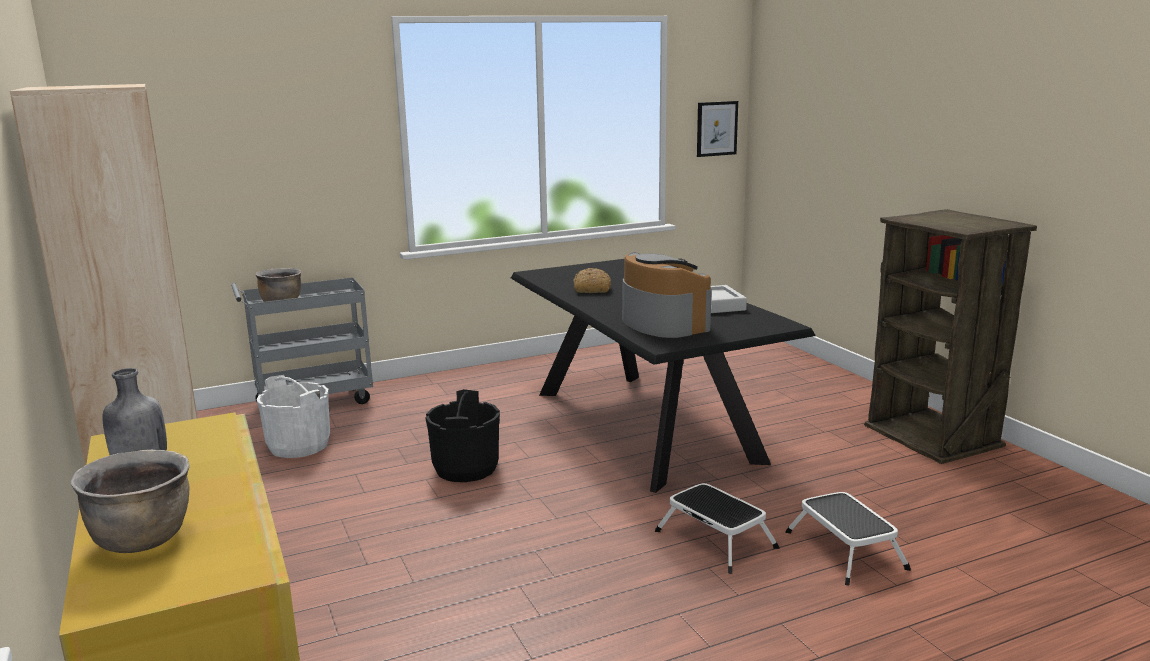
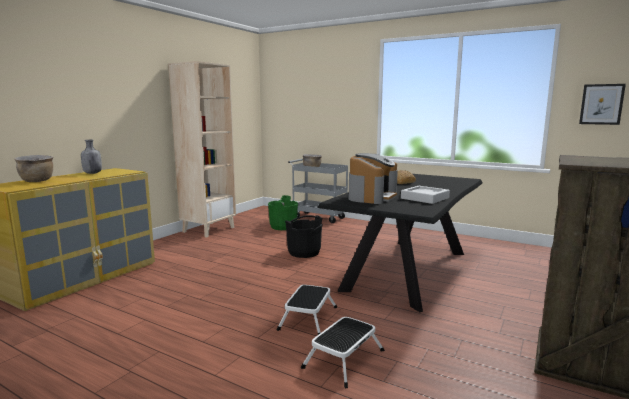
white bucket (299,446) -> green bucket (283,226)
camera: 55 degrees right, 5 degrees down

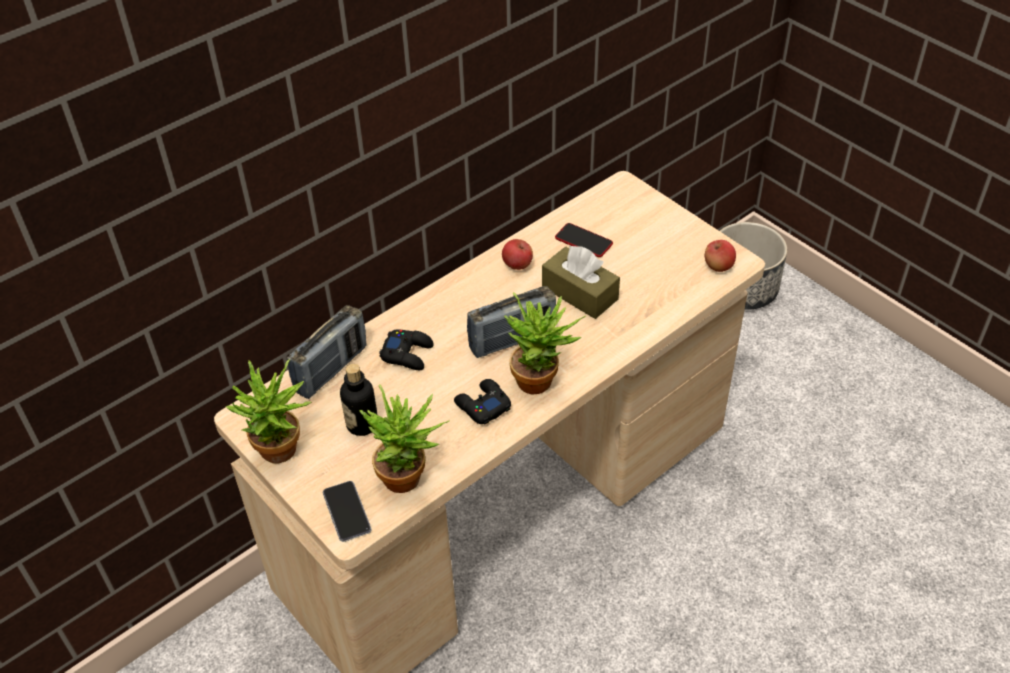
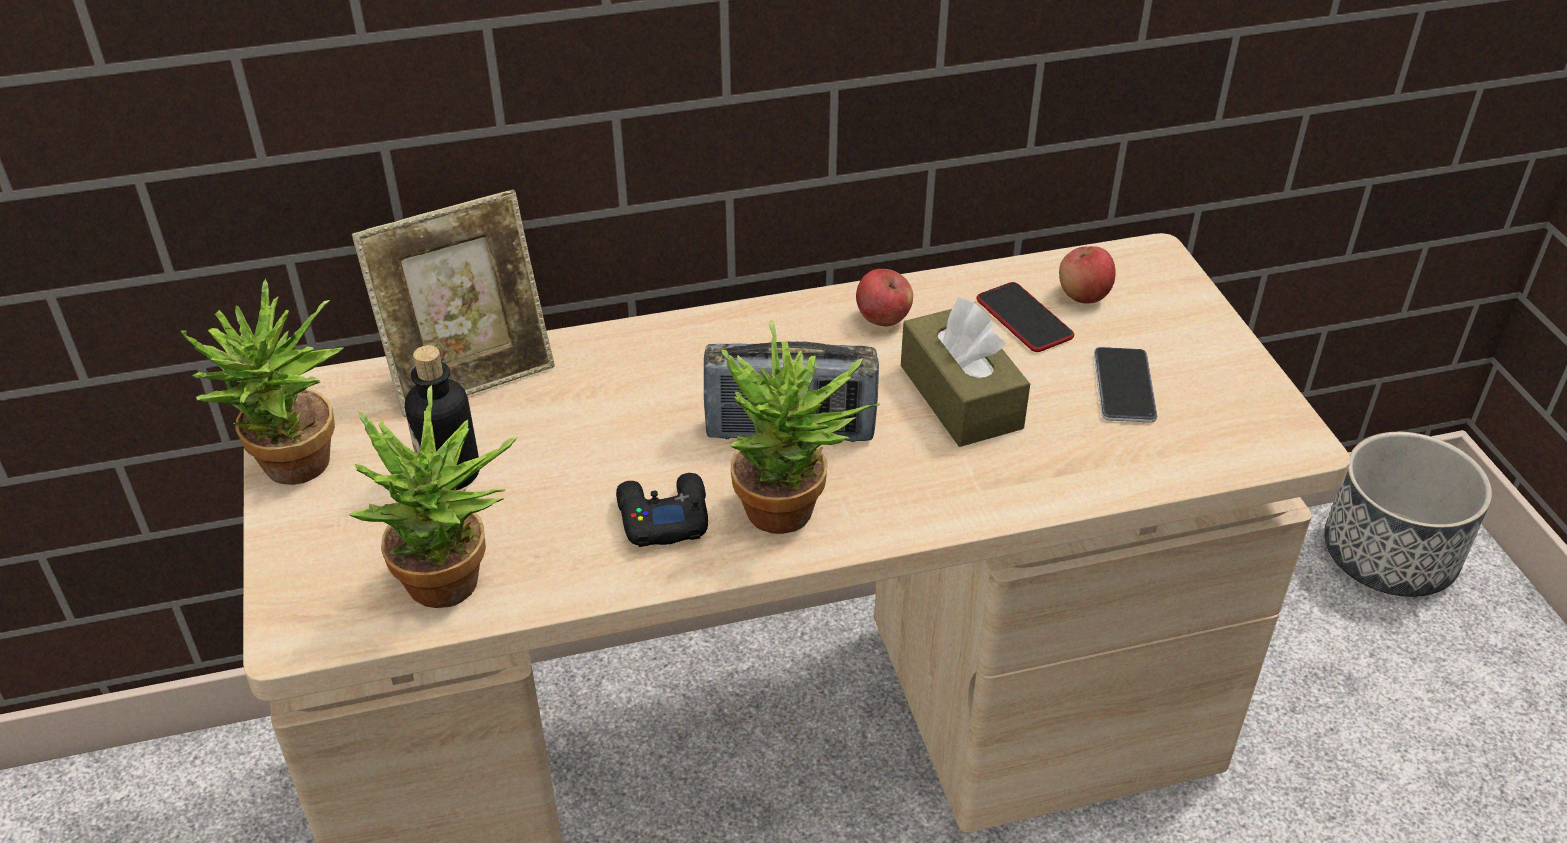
apple (718,266) -> apple (1083,295), moved
radio (331,369) -> picture frame (471,374)
black game controller (407,354) -> none
phone (346,512) -> phone (1124,386), moved
camera: 25 degrees right, 5 degrees down

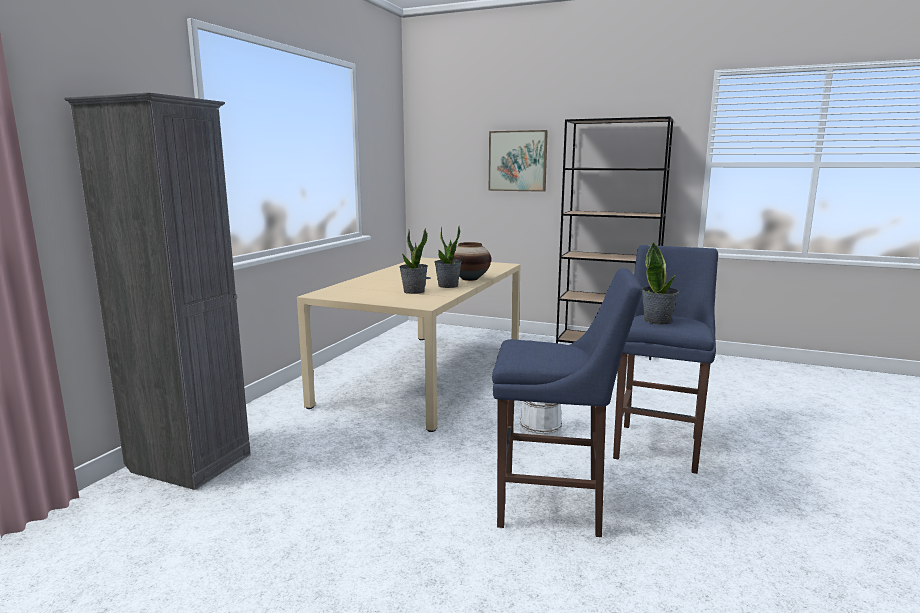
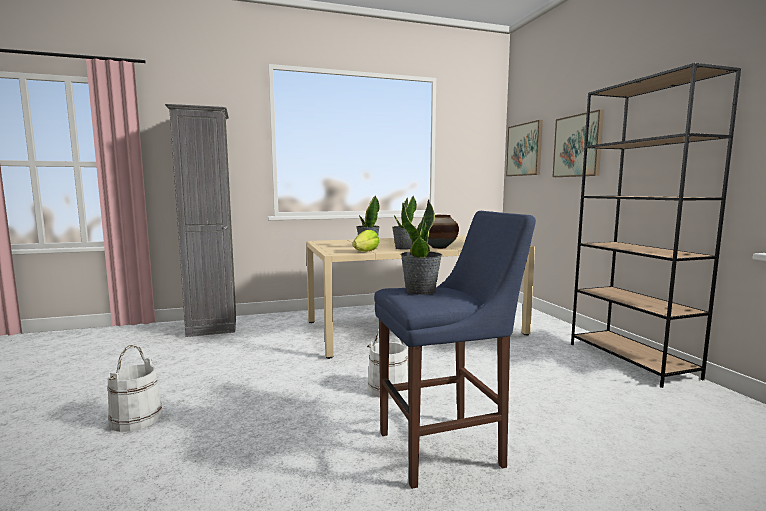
blue stool (556,506) -> none
none -> picture (524,149)
none -> lettuce (366,252)
none -> white bucket (136,418)
camera: 50 degrees right, 5 degrees down

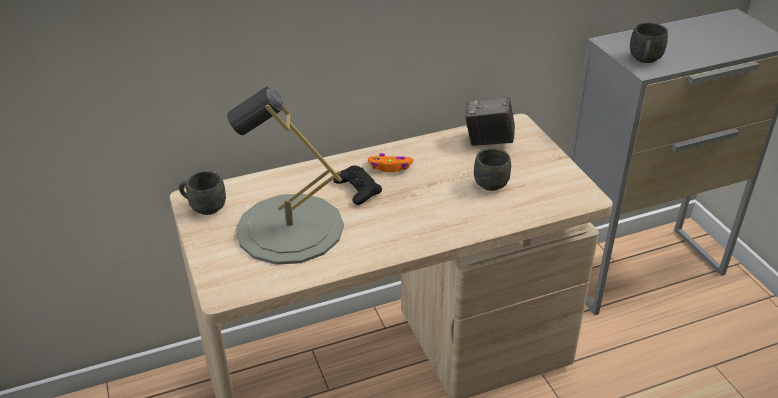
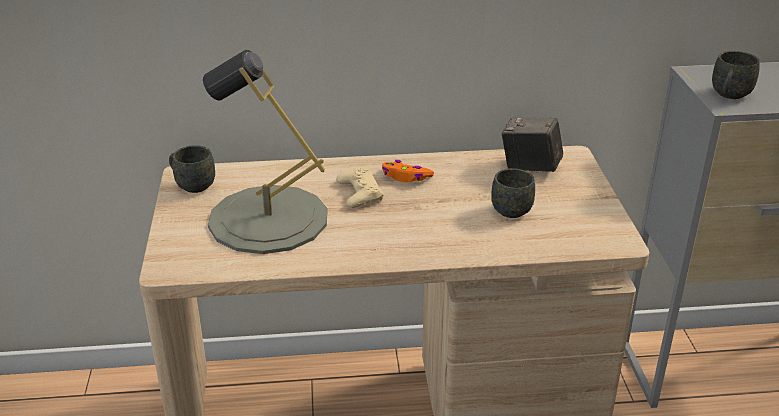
black game controller (357,189) -> beige game controller (359,193)
camera: 15 degrees right, 5 degrees down

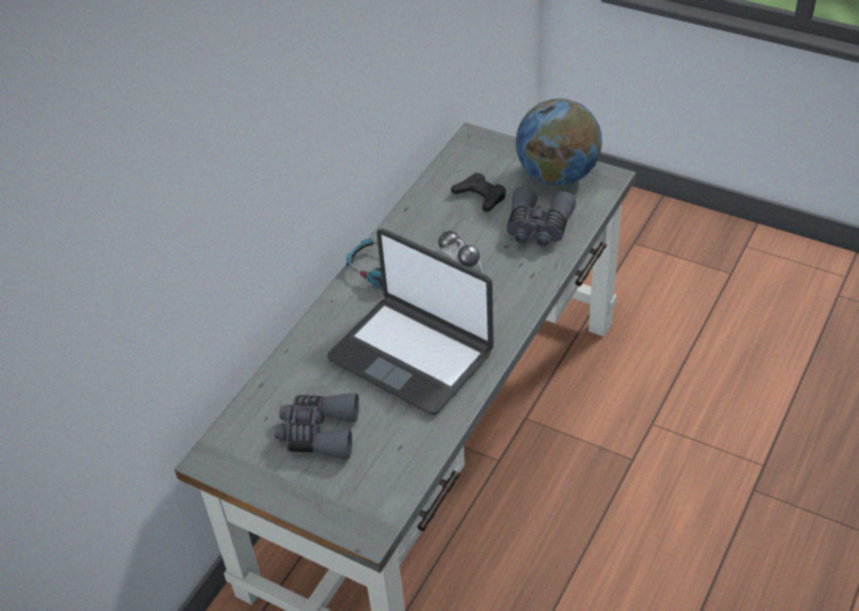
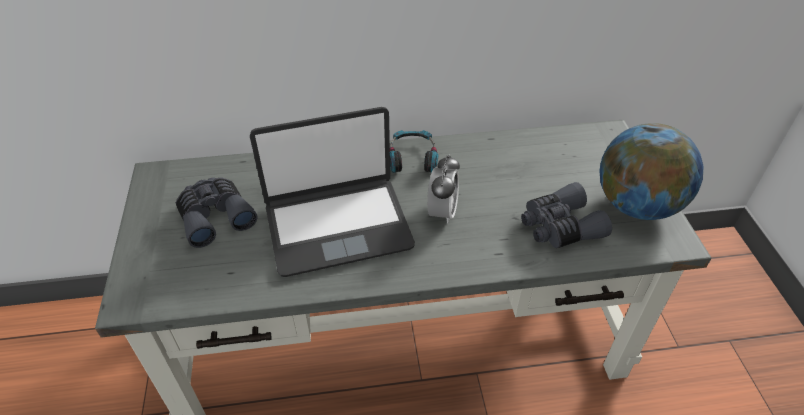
black game controller (480,196) -> none
laptop (411,354) -> laptop (337,225), 105 degrees counterclockwise
camera: 50 degrees right, 0 degrees up

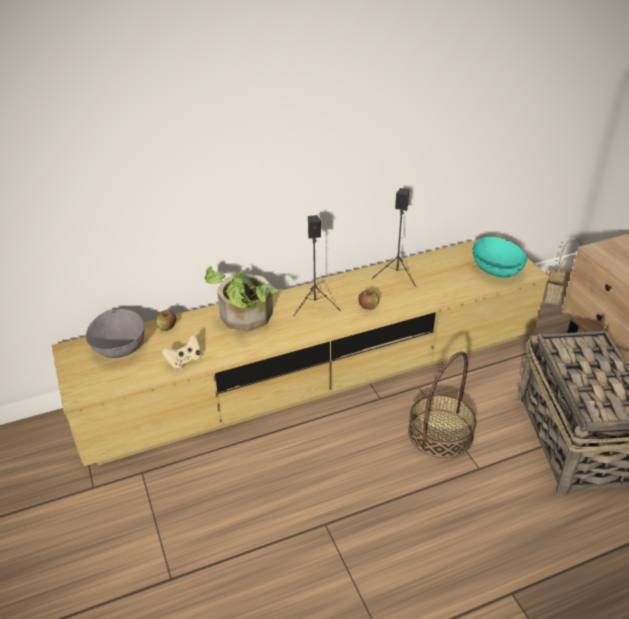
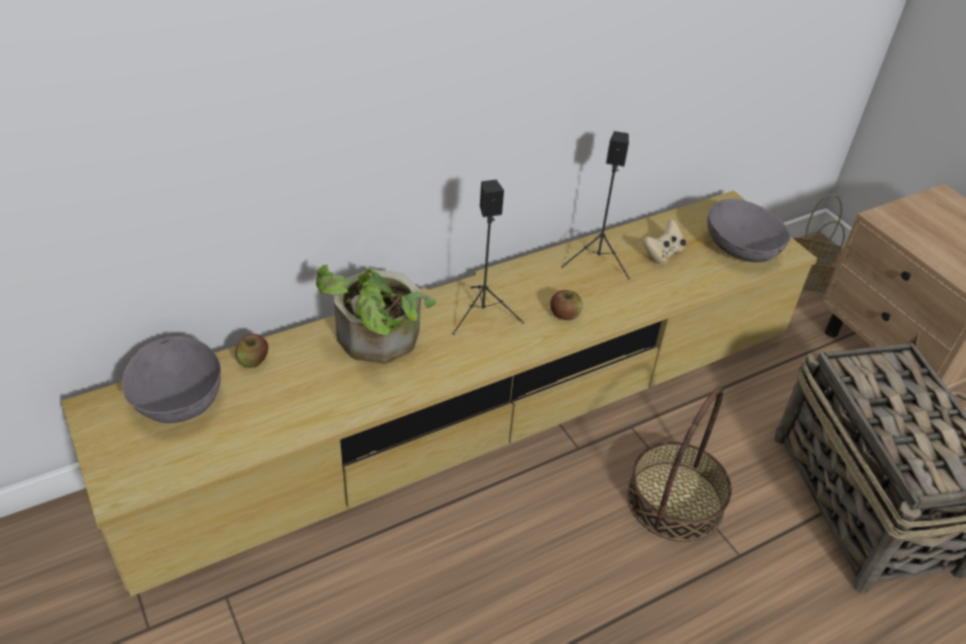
turquoise bowl (497,270) -> grey bowl (741,250)
beige game controller (184,361) -> beige game controller (662,254), moved
camera: 10 degrees left, 5 degrees up

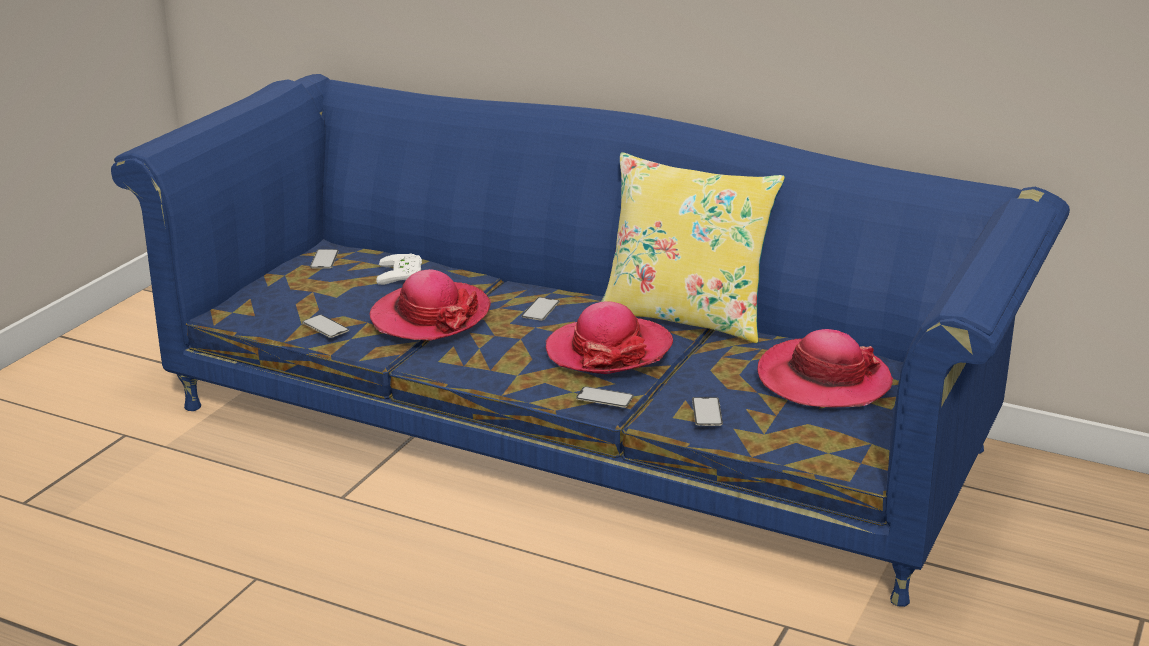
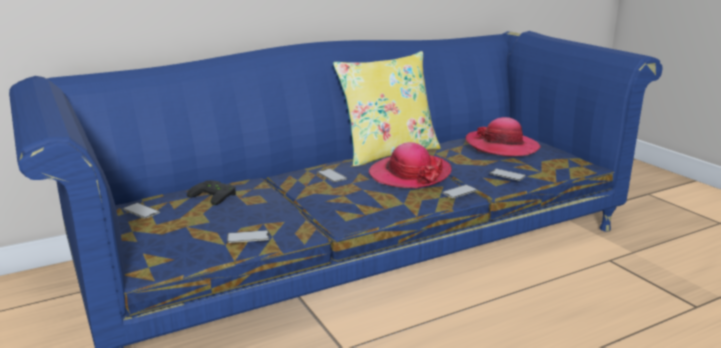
white game controller (404,274) -> black game controller (215,195)
hat (430,316) -> none
camera: 55 degrees left, 5 degrees down

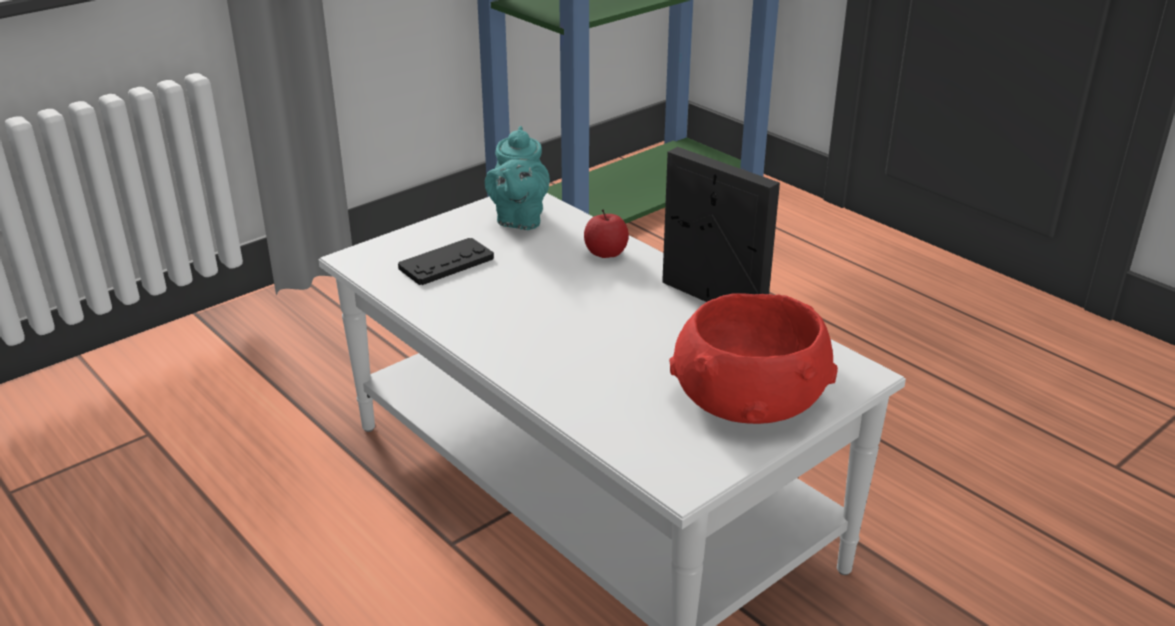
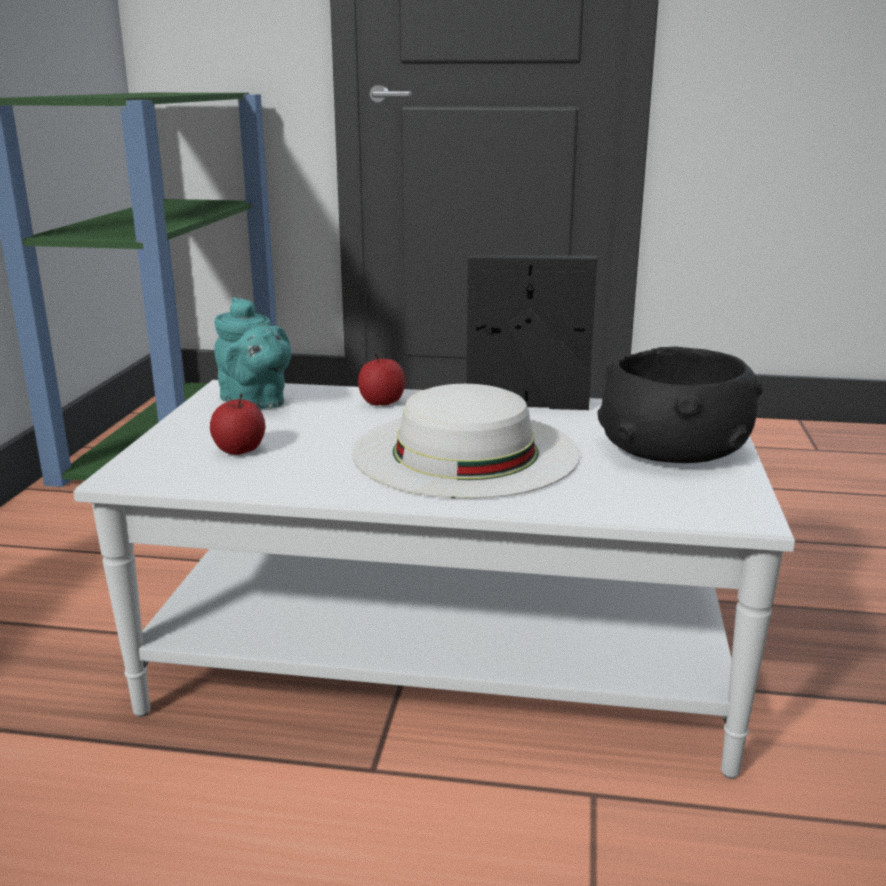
black game controller (446,263) -> apple (240,450)
red bowl (749,397) -> black bowl (675,448)
none -> white hat (465,452)
camera: 40 degrees left, 10 degrees down

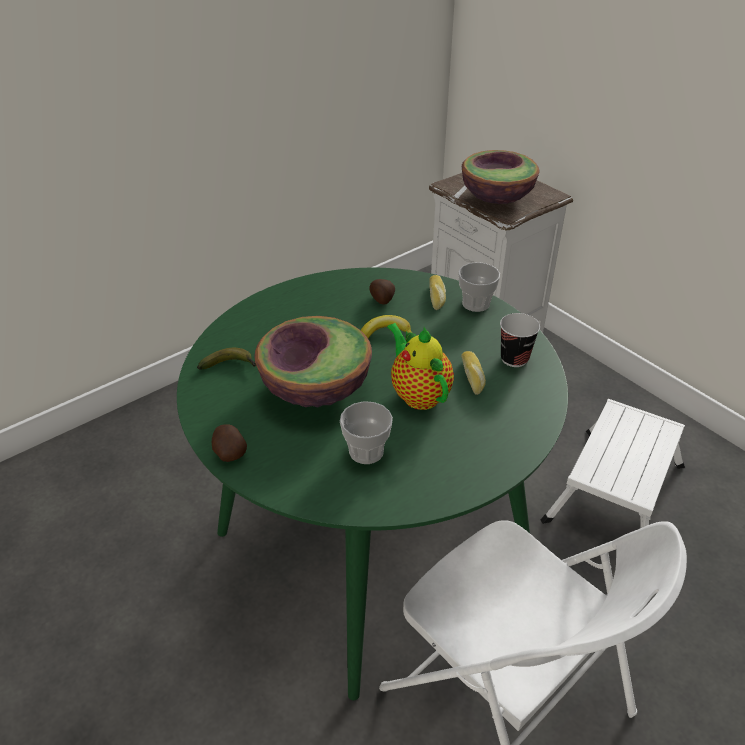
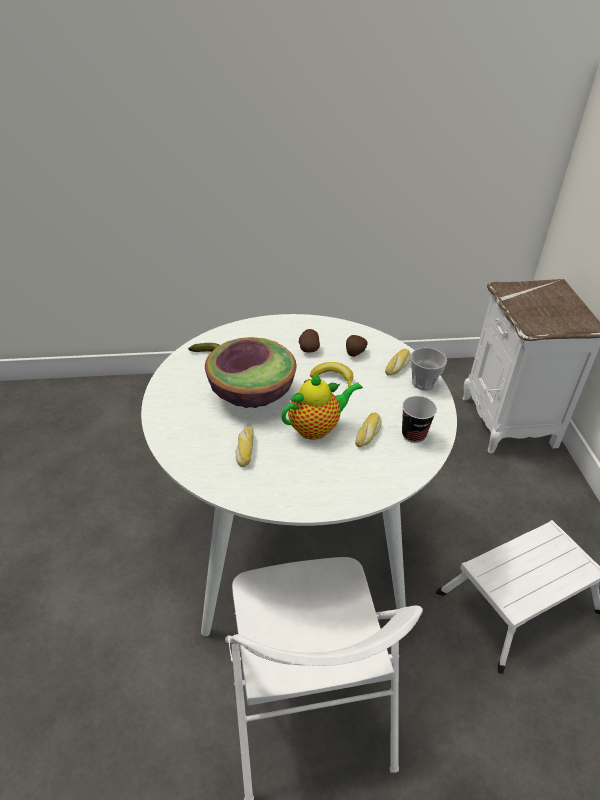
bowl (497,197) -> none
green dining table (372,547) -> white dining table (293,542)
teapot (418,394) -> teapot (316,428), 60 degrees clockwise
cup (366,451) -> bread (244,449)
potato (229,452) -> potato (308,348), moved
camera: 30 degrees right, 0 degrees up

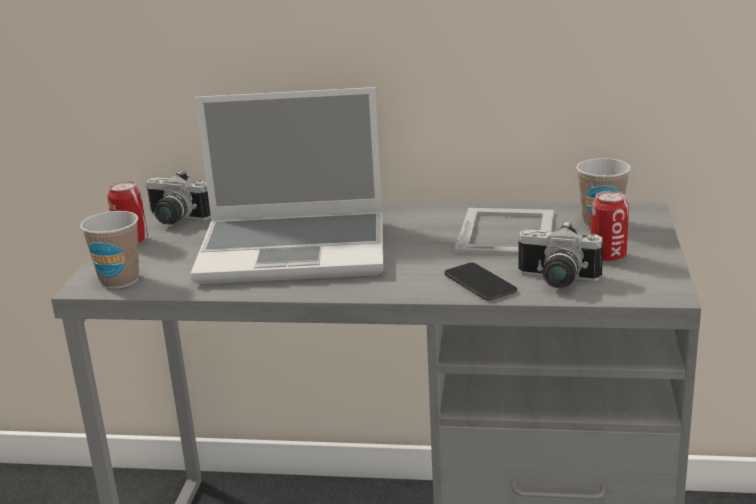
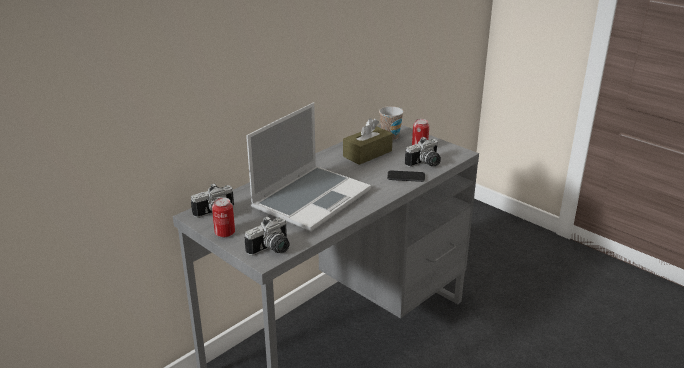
picture frame (507,231) -> brown tissue box (367,154)
cup (119,280) -> photo camera (272,250)
camera: 55 degrees left, 5 degrees up

